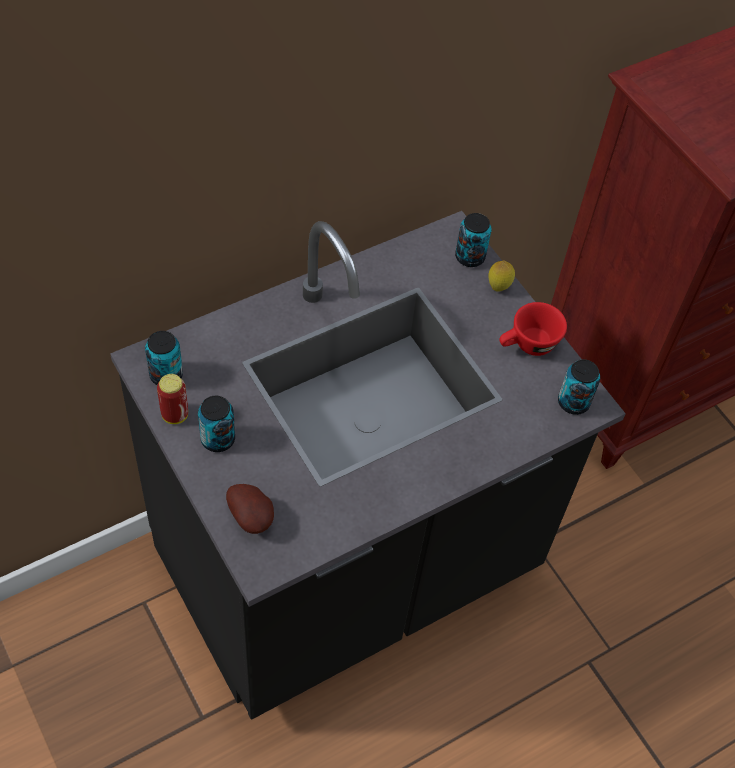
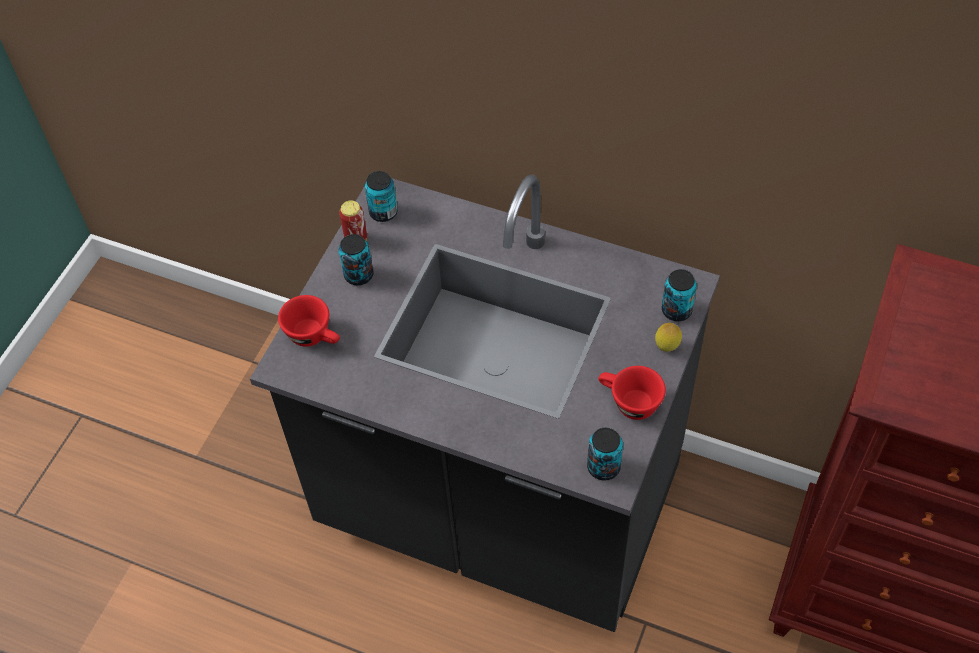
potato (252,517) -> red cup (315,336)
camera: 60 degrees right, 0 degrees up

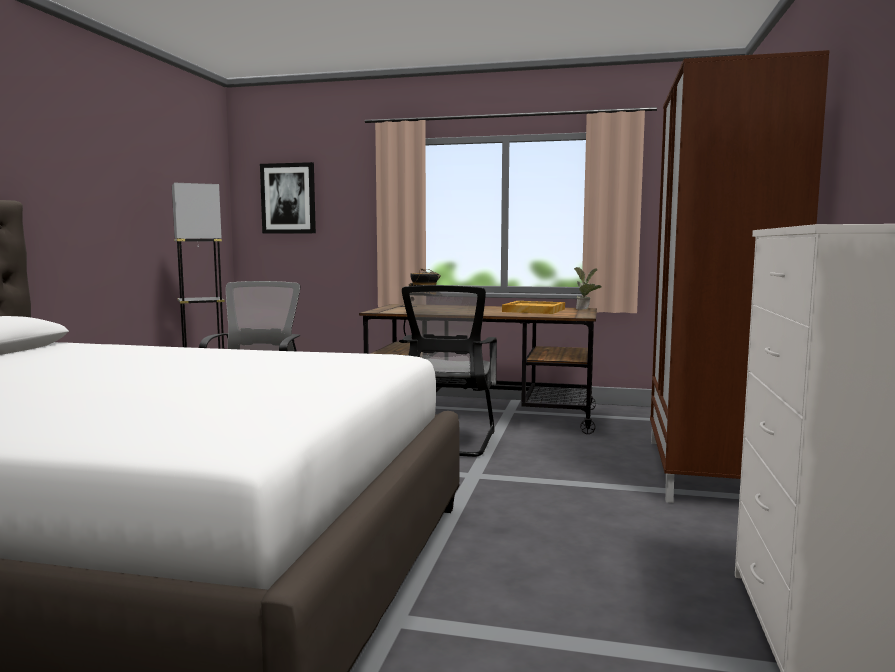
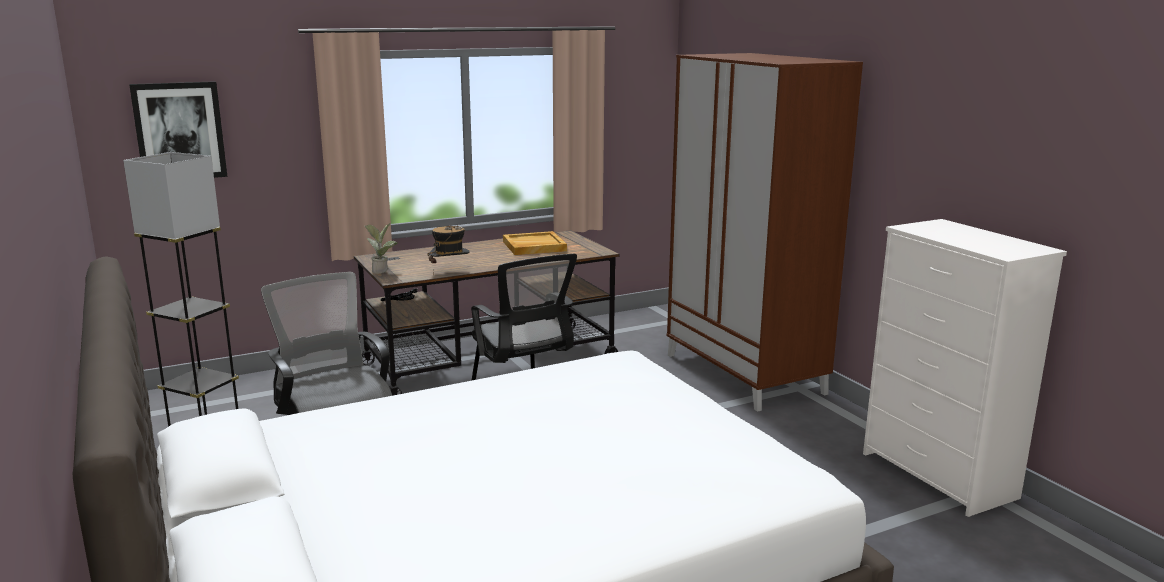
potted plant (585,309) -> potted plant (383,270), moved
camera: 40 degrees left, 10 degrees up

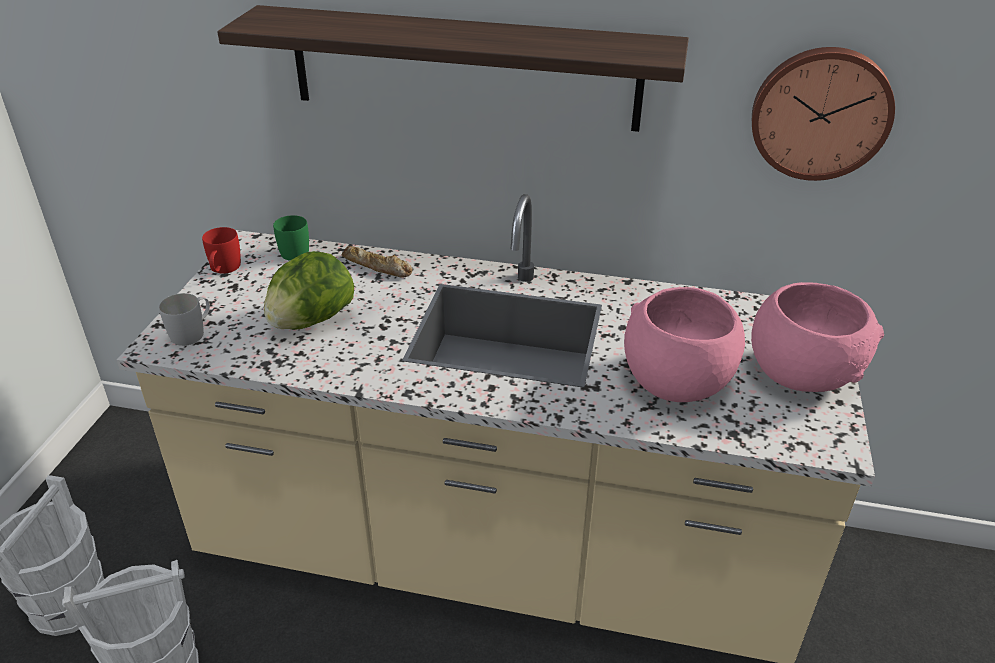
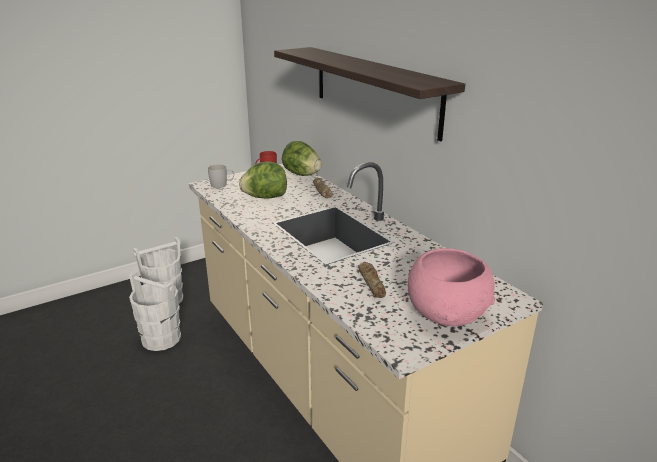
wall clock (820,112) -> none
green mug (295,250) -> lettuce (301,174)
pink bowl (675,380) -> bread (372,283)
camera: 45 degrees right, 10 degrees down

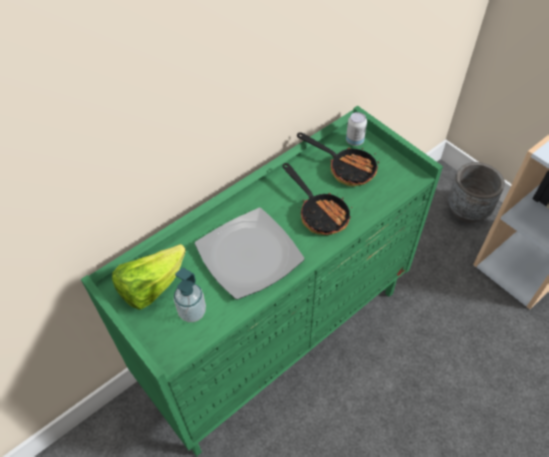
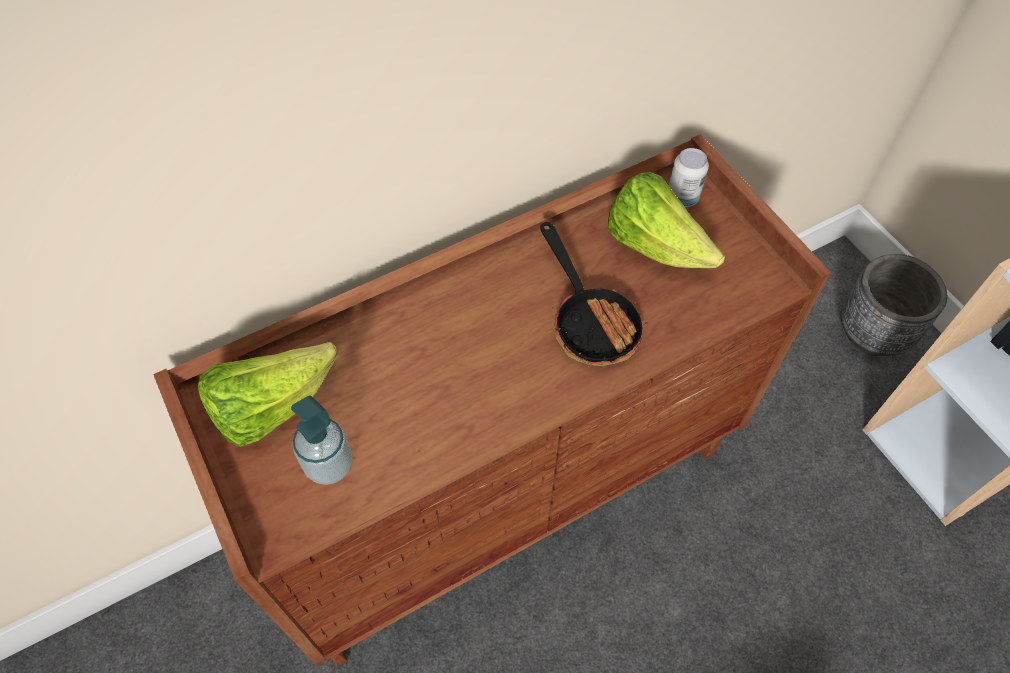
green cabinet (278,338) -> brown cabinet (507,497)
frying pan (345,168) -> lettuce (655,246)
plate (250,255) -> none
camera: 10 degrees right, 5 degrees up

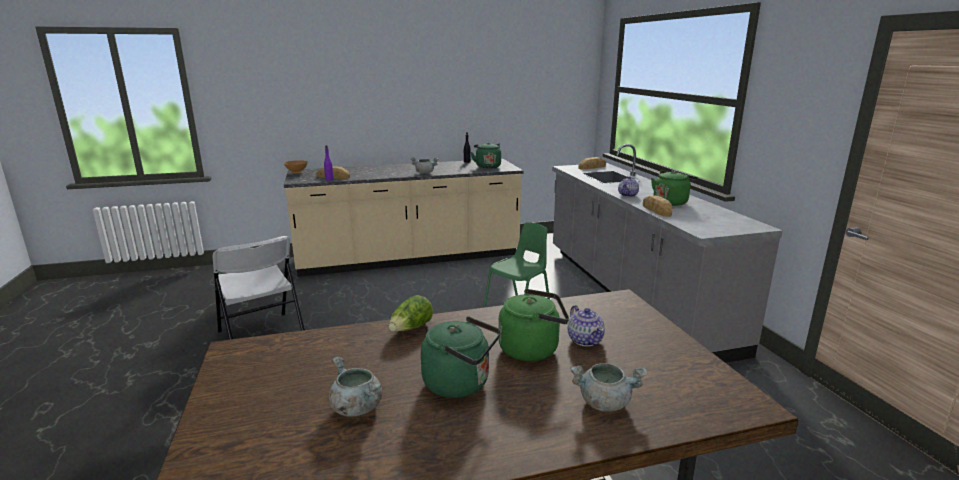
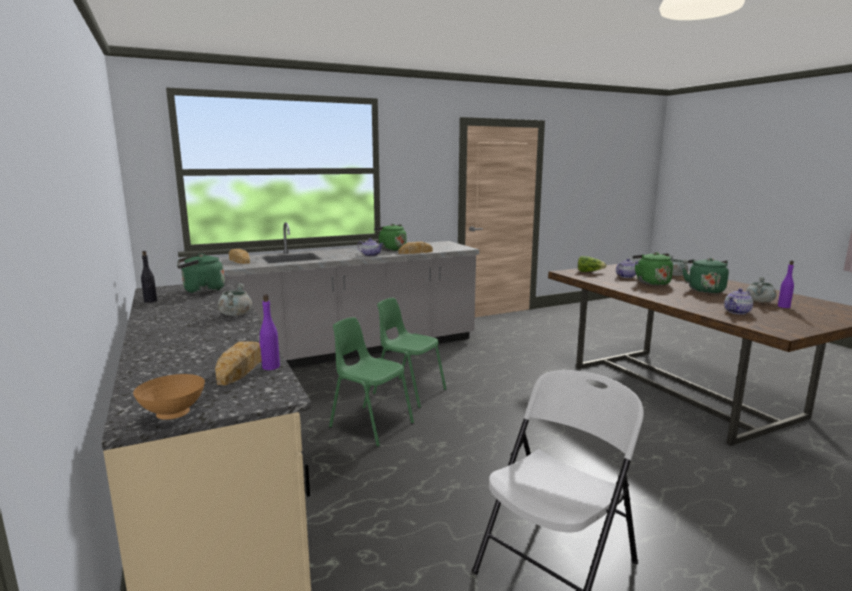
lettuce (411,329) -> lettuce (589,272), moved
none -> purple bottle (783,306)
none -> teapot (737,312)
none -> green chair (370,425)
camera: 100 degrees left, 5 degrees down

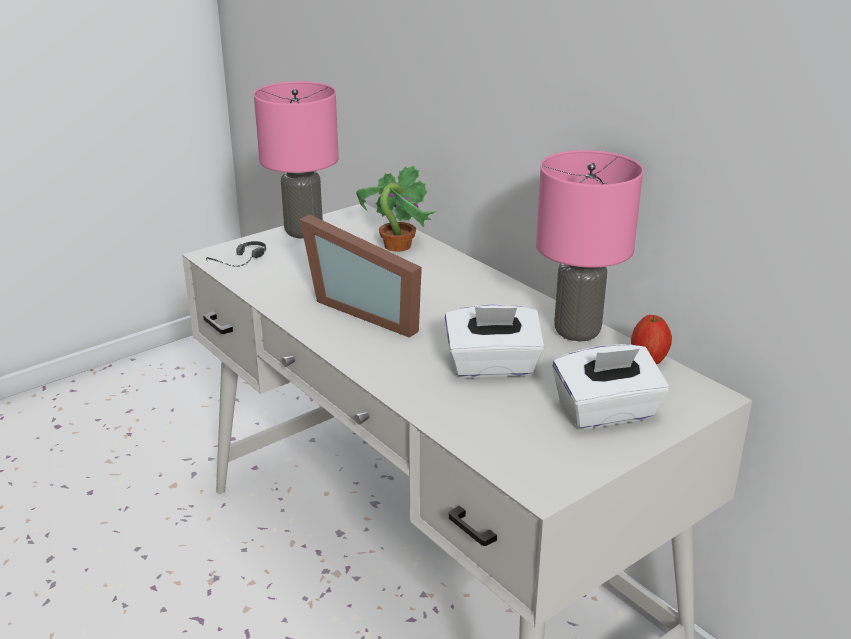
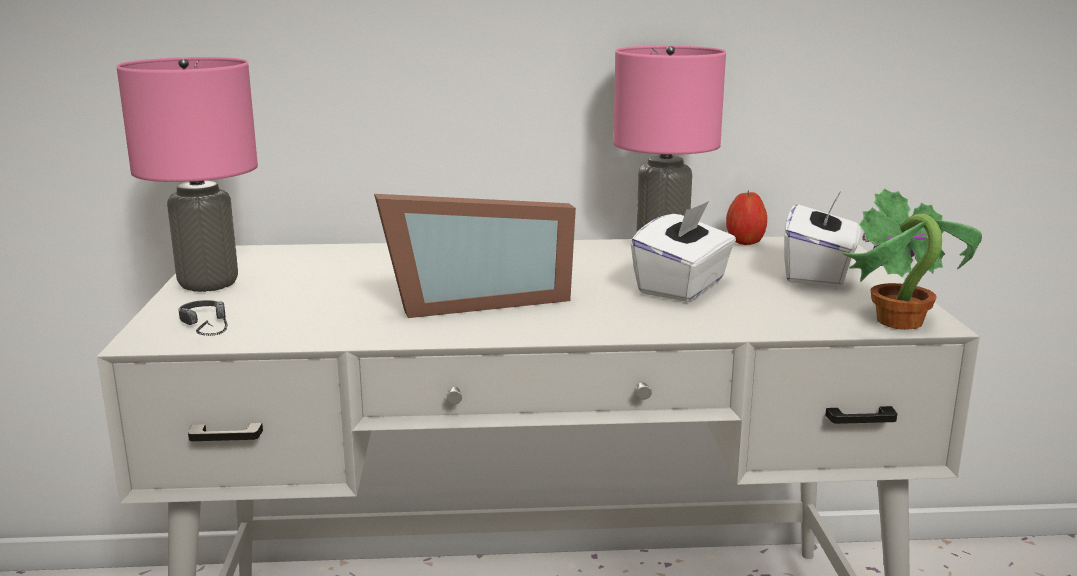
potted plant (396,246) -> potted plant (898,322), moved
camera: 55 degrees left, 10 degrees down

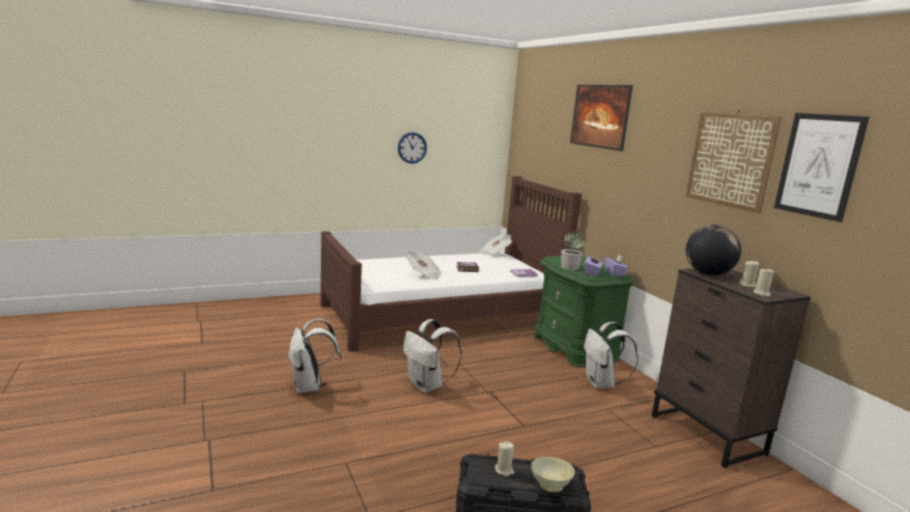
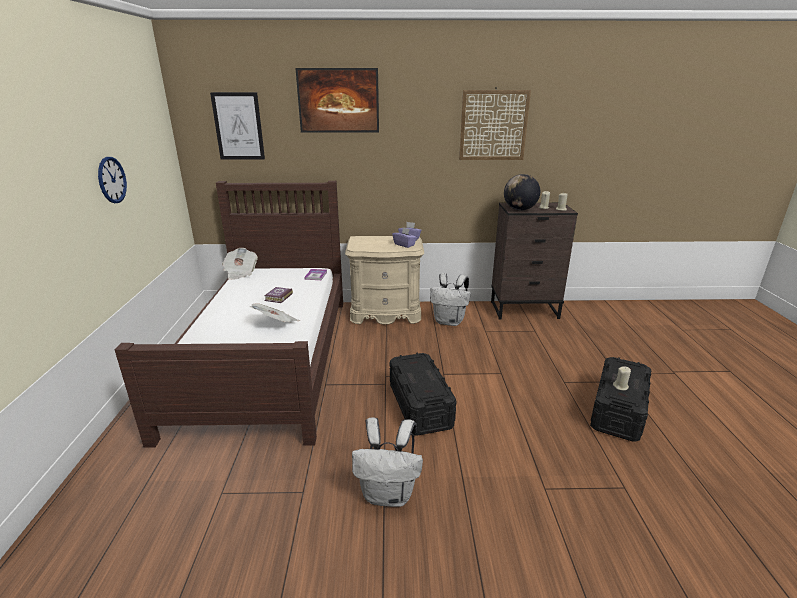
picture (818,165) -> picture (238,126), moved
potted plant (570,267) -> none
green nightstand (571,348) -> beige nightstand (386,314)
white backpack (427,386) -> black storage box (420,406)
beige bowl (551,485) -> none
camera: 65 degrees left, 10 degrees up

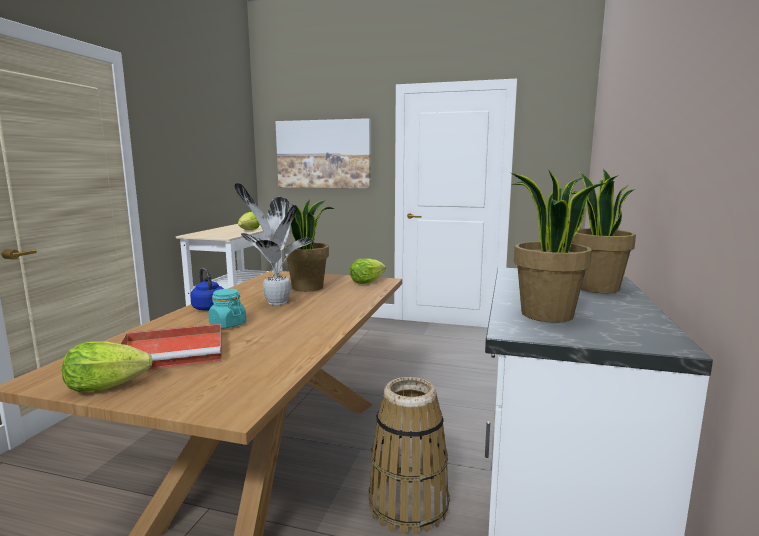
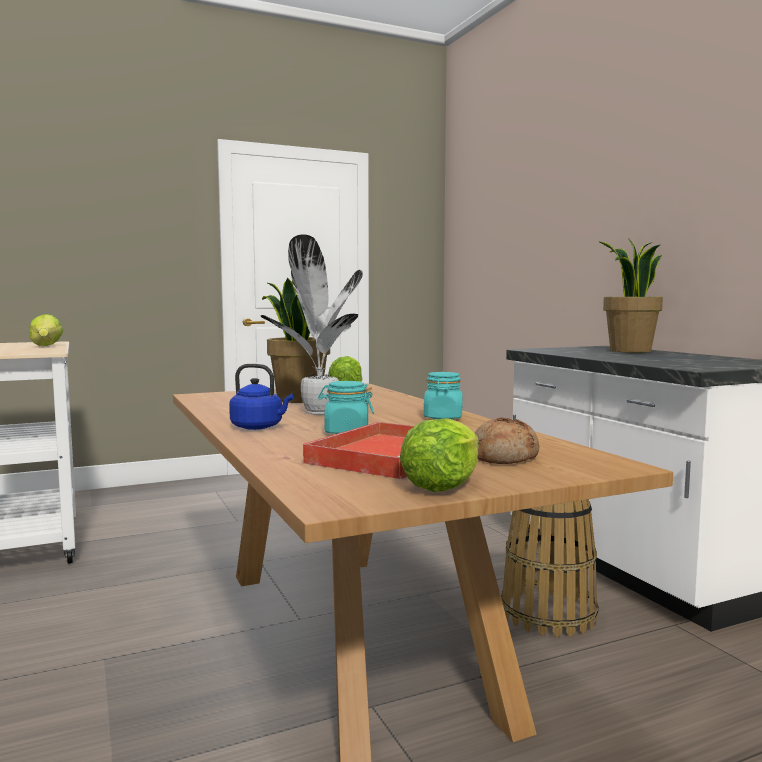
picture (323,154) -> none
potted plant (546,315) -> none
none -> turquoise jar (443,417)
none -> bread (503,457)
camera: 40 degrees left, 5 degrees down

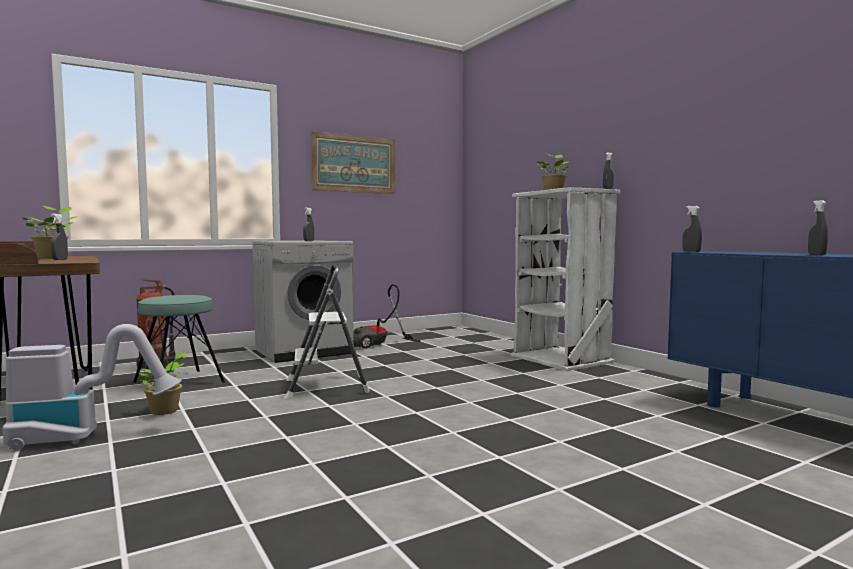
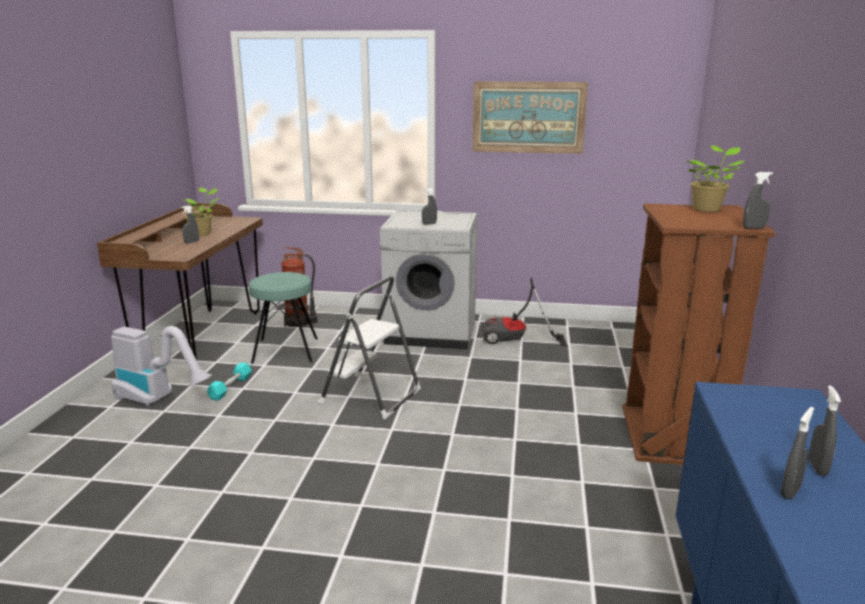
white bookcase (561,359) -> brown bookcase (673,435)
grey spray bottle (691,252) -> grey spray bottle (817,468), moved
potted plant (166,411) -> turquoise dumbbell (230,387)
camera: 40 degrees right, 15 degrees up

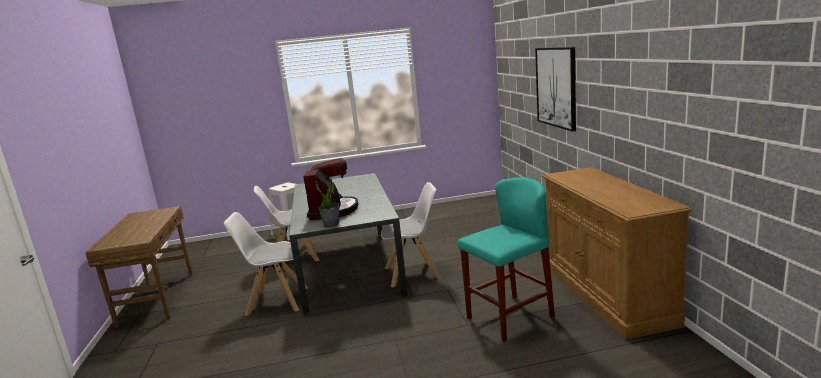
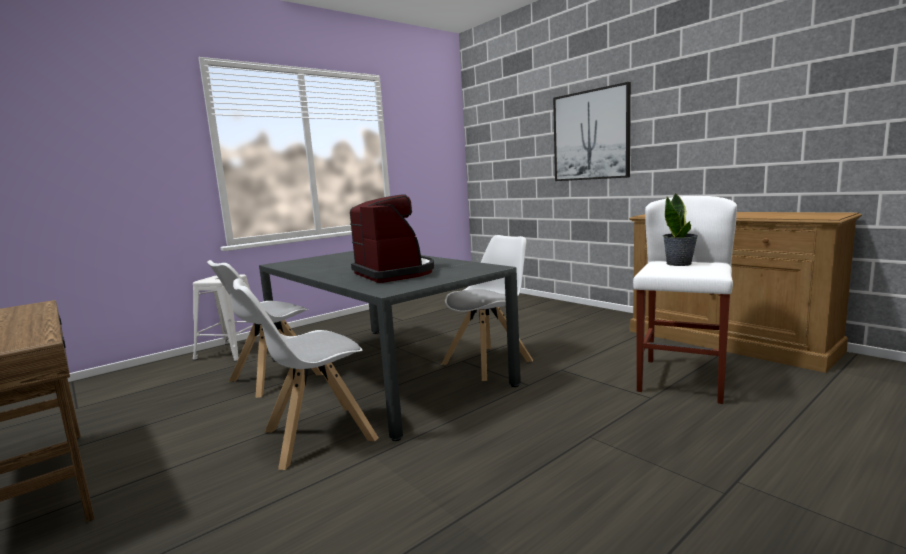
potted plant (331,224) -> potted plant (679,264), moved
turquoise stool (509,317) -> white stool (682,380)
camera: 30 degrees left, 5 degrees down

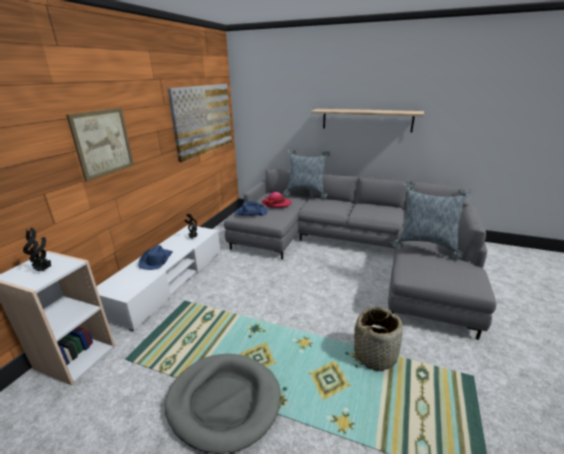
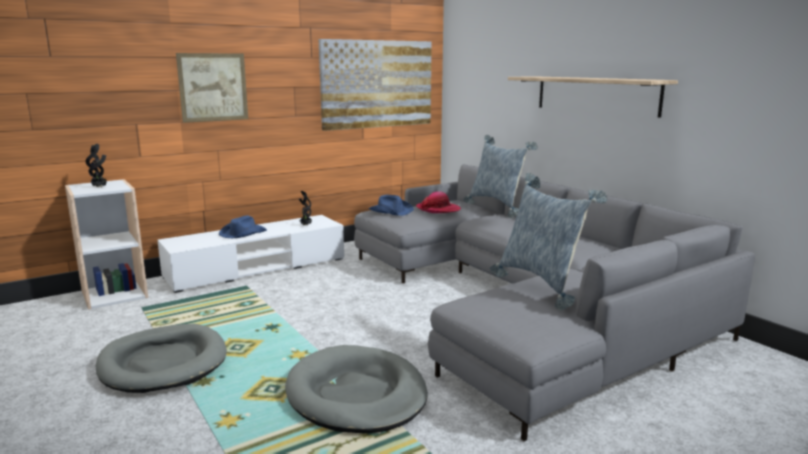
basket (375,354) -> grey dog bed (356,394)
camera: 35 degrees right, 10 degrees down

